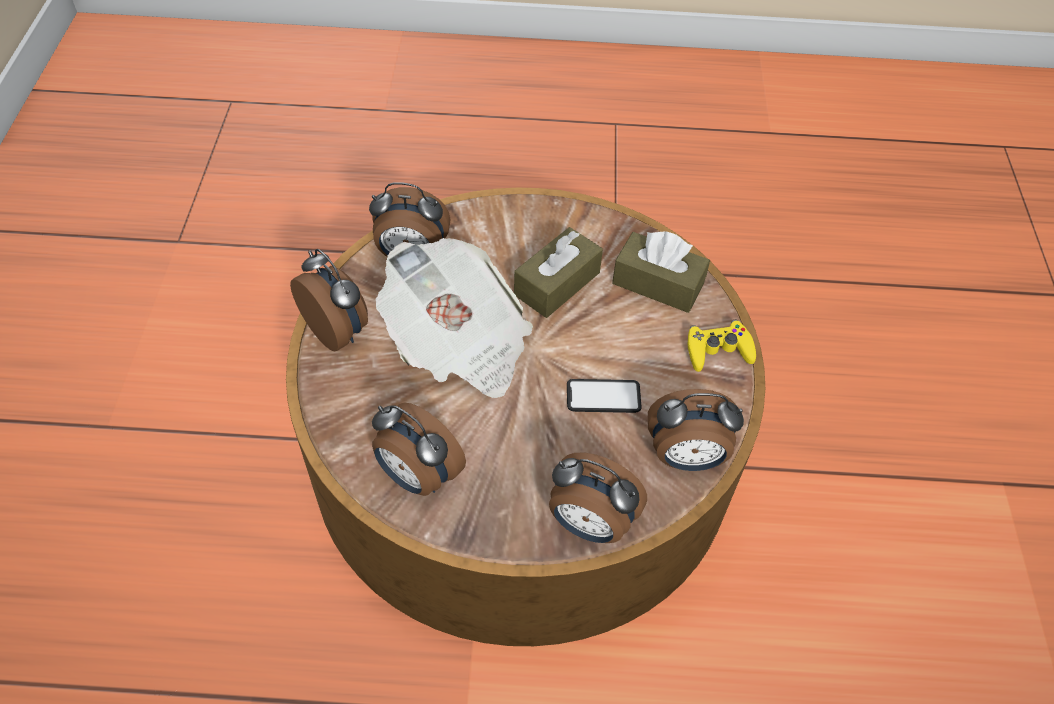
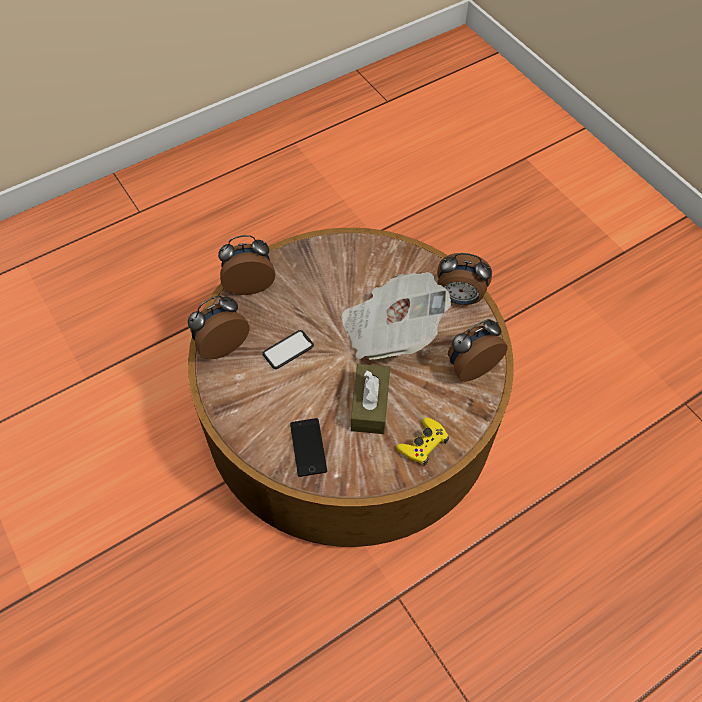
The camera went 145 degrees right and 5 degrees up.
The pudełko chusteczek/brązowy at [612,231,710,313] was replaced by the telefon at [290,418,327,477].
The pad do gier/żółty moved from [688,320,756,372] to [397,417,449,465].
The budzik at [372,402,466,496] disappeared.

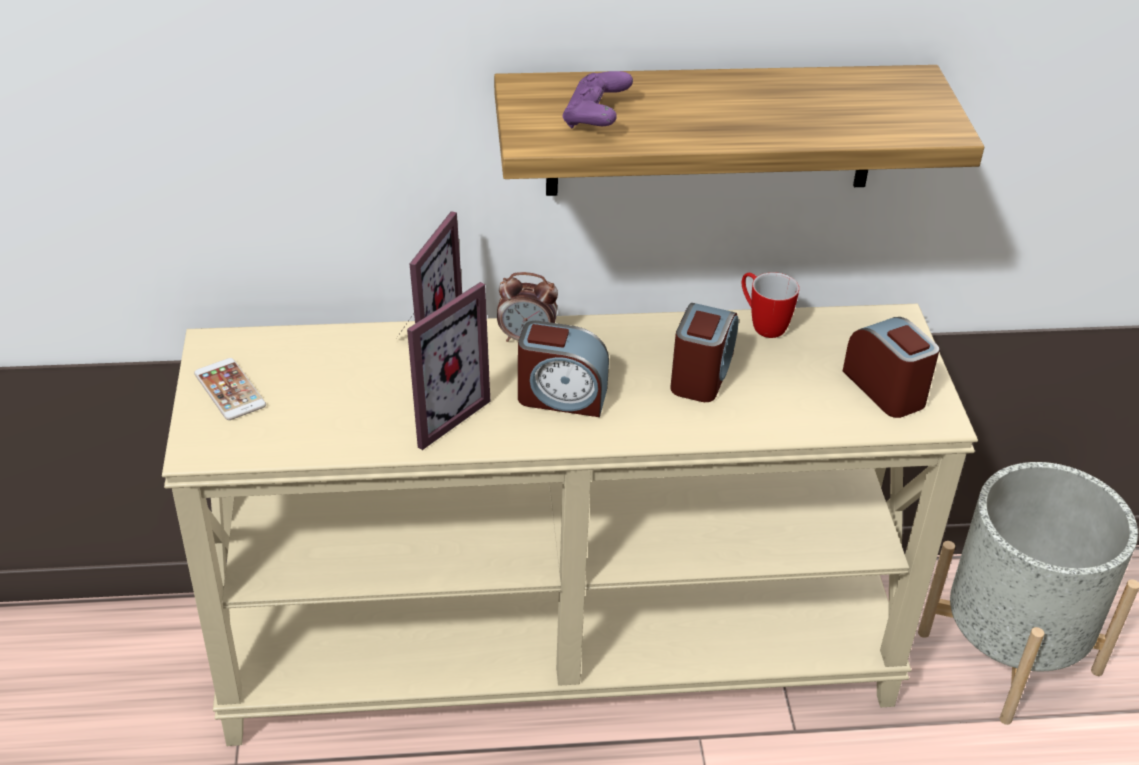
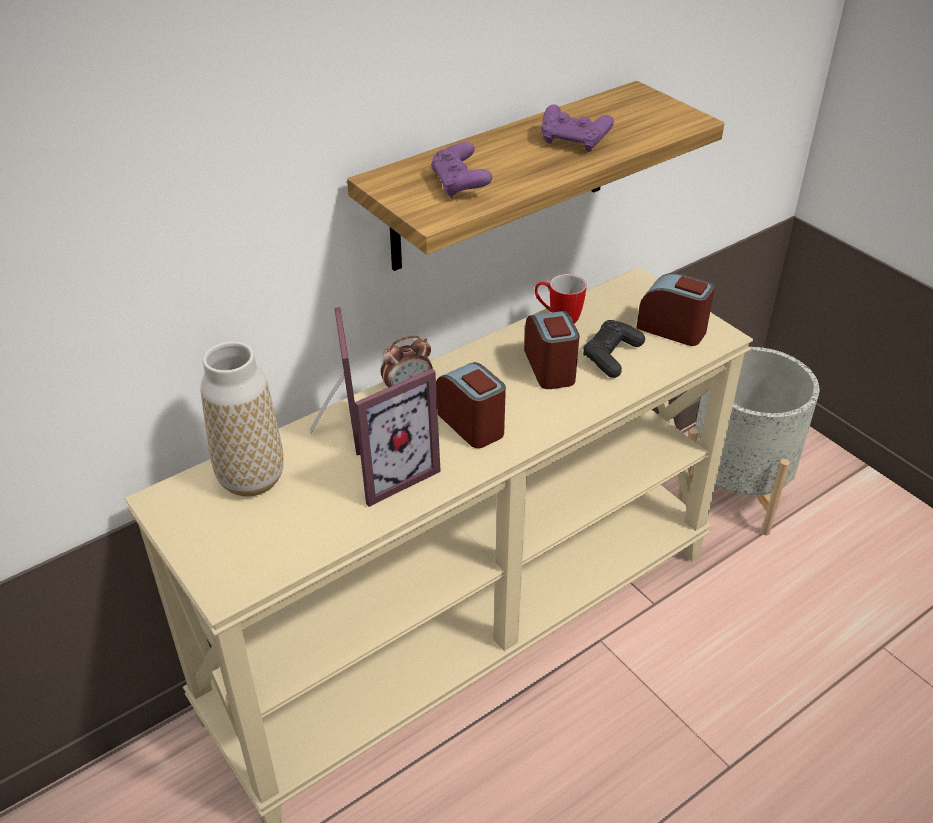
The camera went 30 degrees left and 0 degrees up.
The ramka na zdjęcie at [407,282,490,450] turned 45 degrees clockwise.
The budzik at [518,321,609,417] turned 105 degrees counterclockwise.
The telefon at [194,358,266,420] disappeared.
The pad do gier/fioletowy at [542,104,614,152] appeared.
The pad do gier/czarny at [583,320,645,378] appeared.
The wazon at [200,341,284,497] appeared.

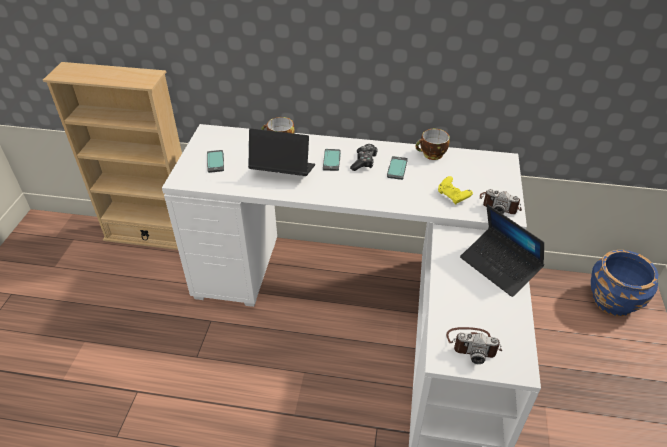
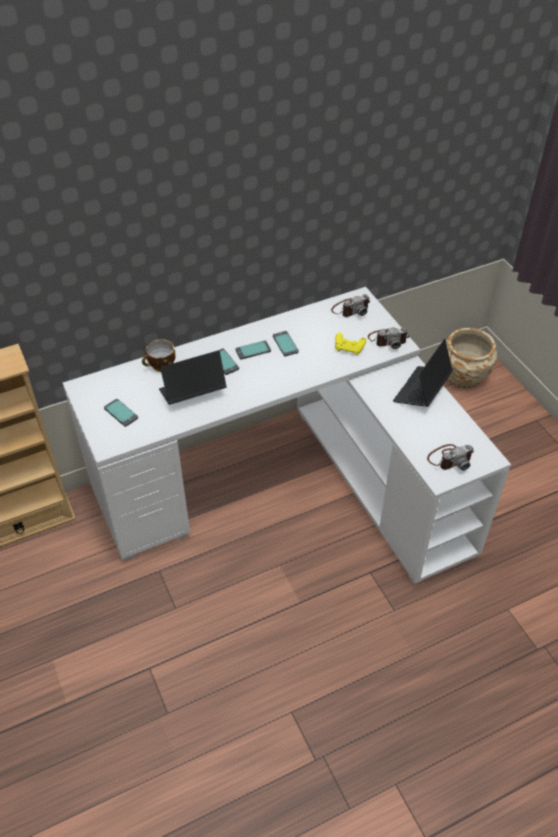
The camera went 35 degrees left and 5 degrees up.
The filiżanka at [416,129,450,160] disappeared.
The pad do gier at [350,144,378,171] was replaced by the telefon at [235,340,271,360].
The laptop at [460,204,544,297] turned 105 degrees clockwise.
The donica/niebieski at [591,250,659,316] became the donica/beżowy at [446,328,497,388].
The aparat fotograficzny at [331,294,370,317] appeared.

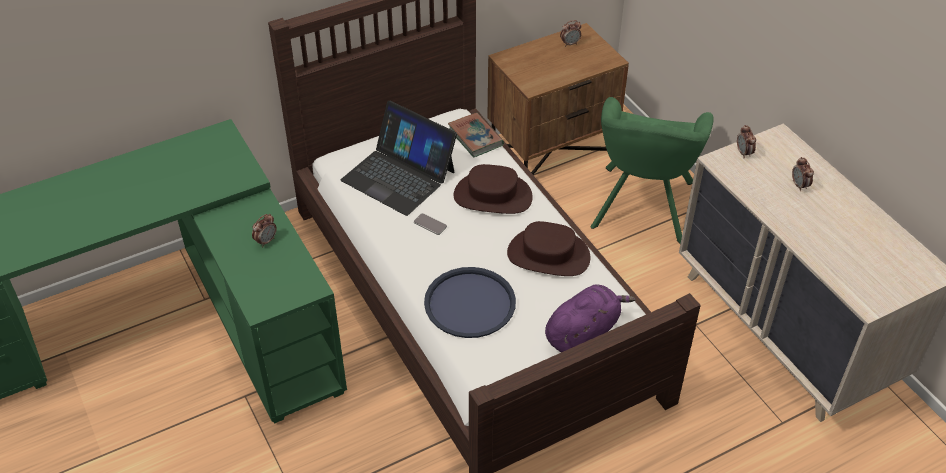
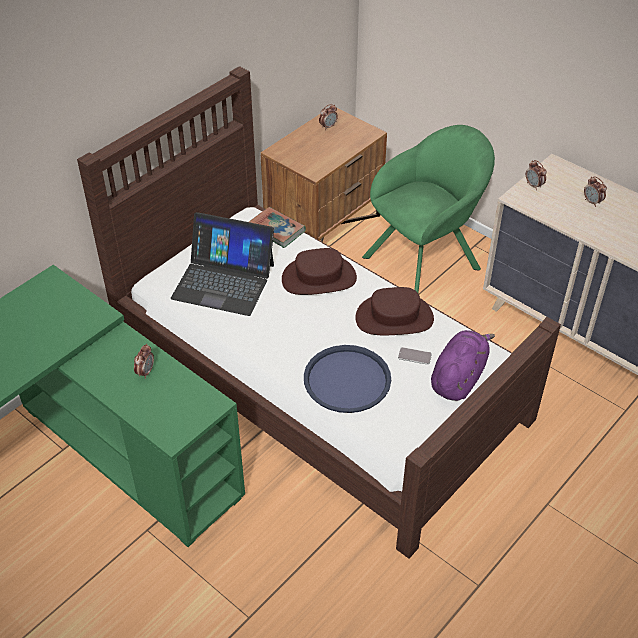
The camera went 20 degrees left and 0 degrees up.
The fotel/zielony at [591,97,714,244] turned 120 degrees counterclockwise.
The telefon moved from [414,213,447,235] to [398,347,432,365].

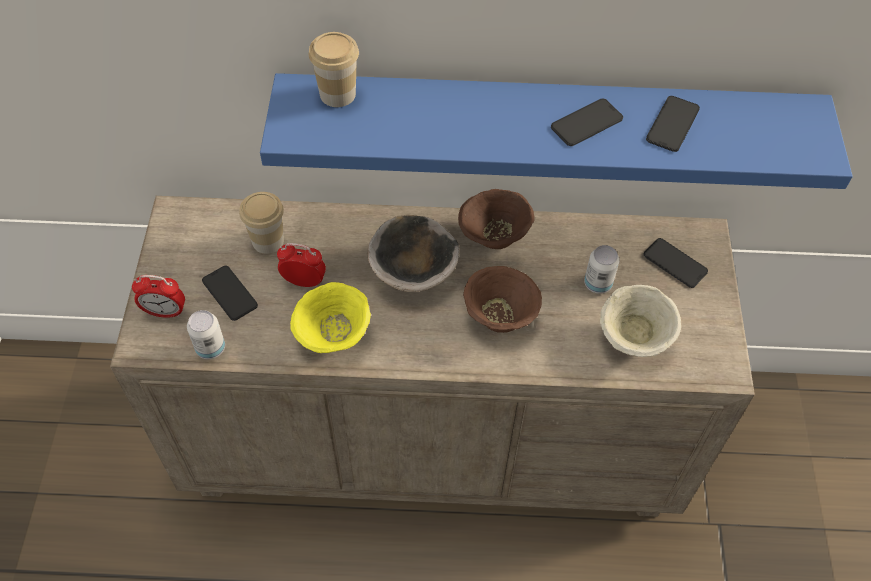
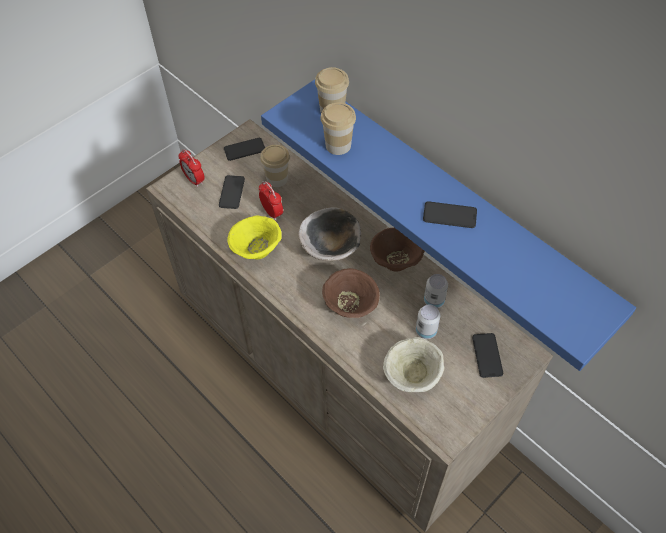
The camera went 45 degrees right and 0 degrees up.
The telefon moved from [646,96,700,152] to [224,138,265,161].
The puszka moved from [187,310,225,359] to [424,274,448,308].
The filiżanka at [320,103,356,155] appeared.

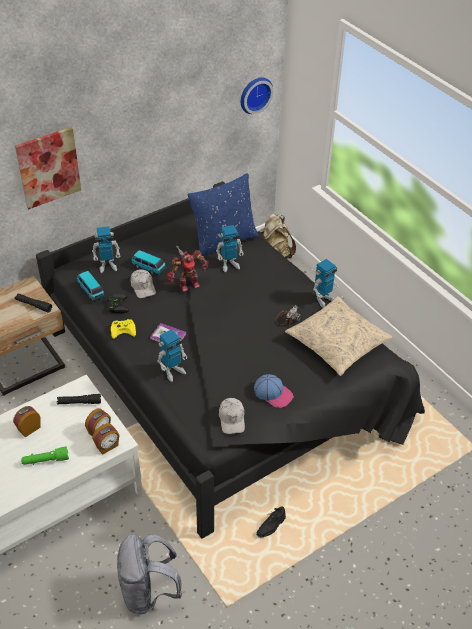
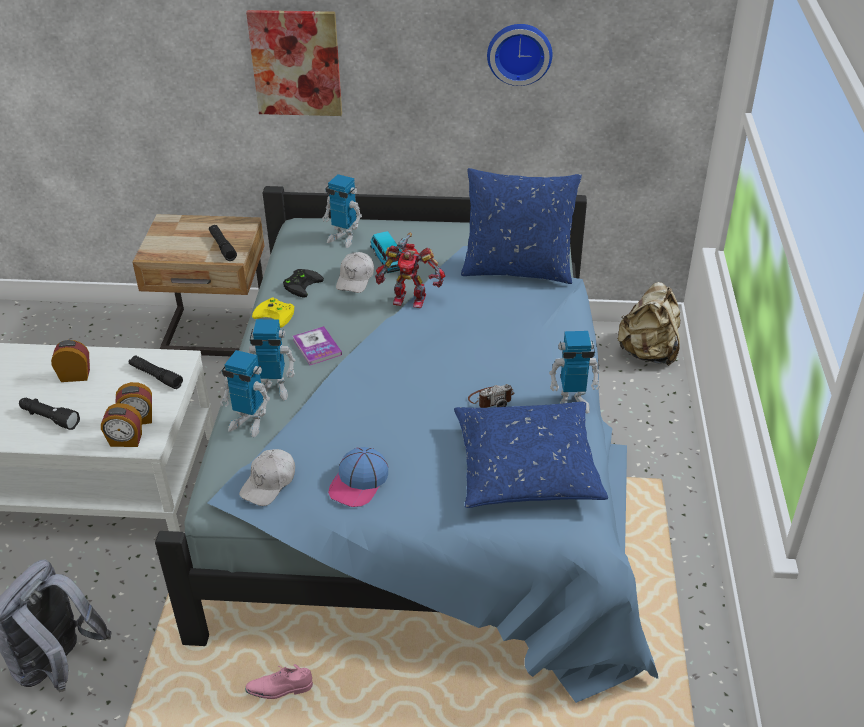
The camera went 40 degrees right and 5 degrees down.
The zegar ścienny moved from [241,77,274,114] to [487,24,552,86].
The łóżko/czarny at [36,181,425,539] became the łóżko/niebieski at [155,186,658,703].
The robot zabawkowy moved from [216,225,244,272] to [220,350,270,438].
The samochodzik at [77,271,105,301] disappeared.
The poduszka/beżowy at [285,296,392,376] became the poduszka/niebieski at [454,402,608,508].
The czapka z daszkiem at [254,374,294,408] turned 45 degrees clockwise.
The latarka/zielony at [21,446,69,465] became the latarka/czarny at [19,398,80,430].
The but/czarny at [256,506,286,538] became the but/różowy at [245,664,313,699].

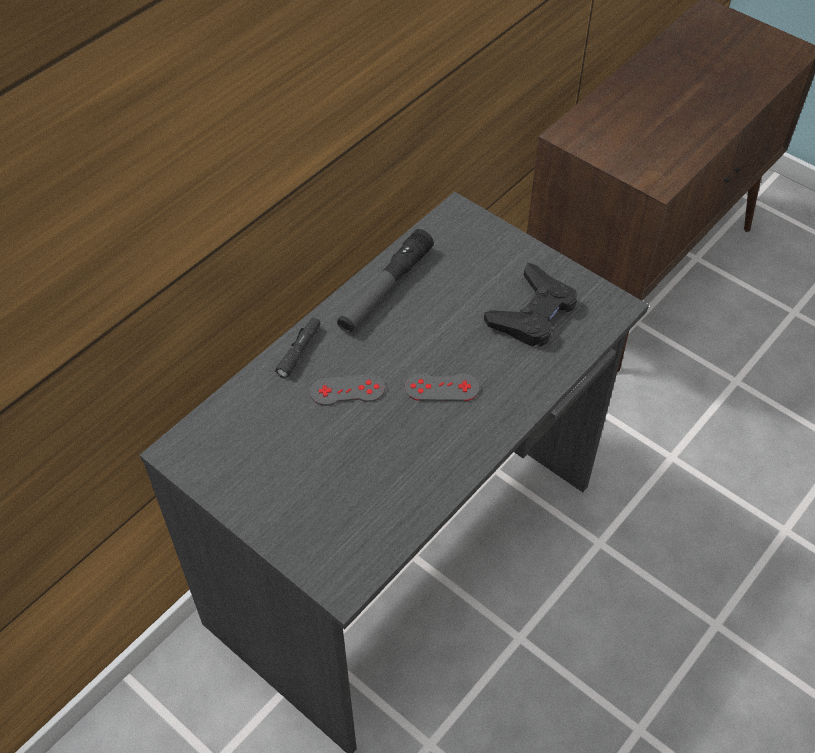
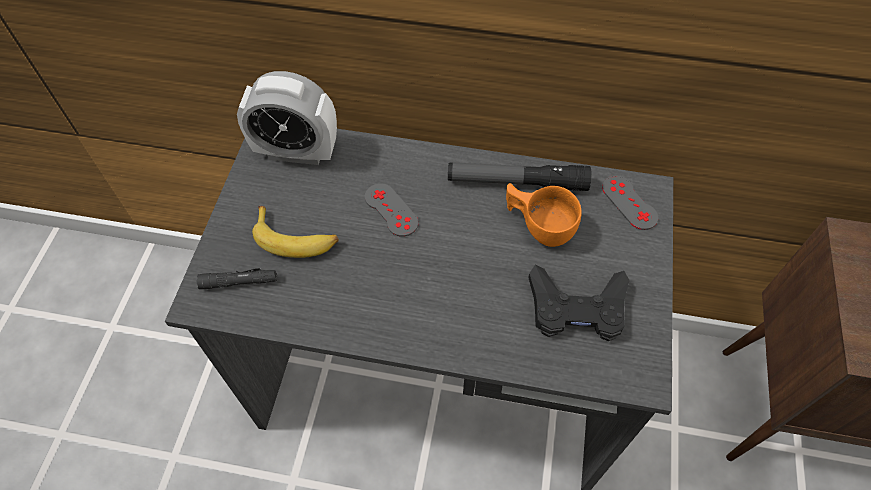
The camera went 60 degrees right and 5 degrees up.
The latarka/czarny moved from [275,317,321,378] to [196,268,277,289].
The pad do gier/szary moved from [405,373,480,401] to [602,175,658,230].
The budzik at [237,71,337,165] appeared.
The filiżanka/pomarańczowy at [506,183,582,247] appeared.
The banan at [252,206,339,258] appeared.

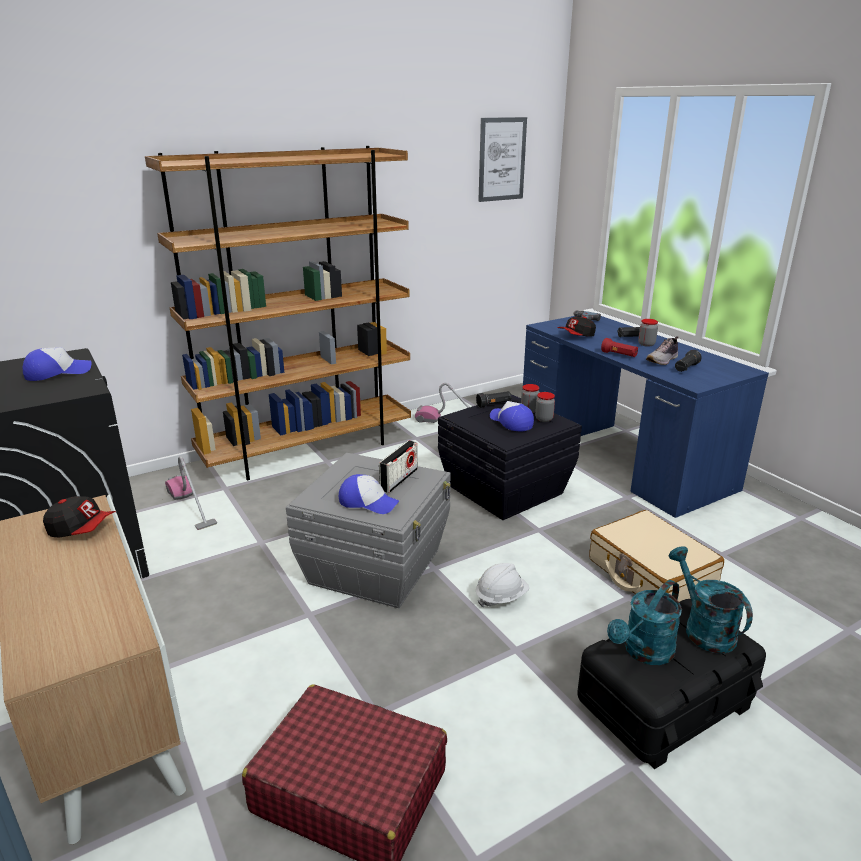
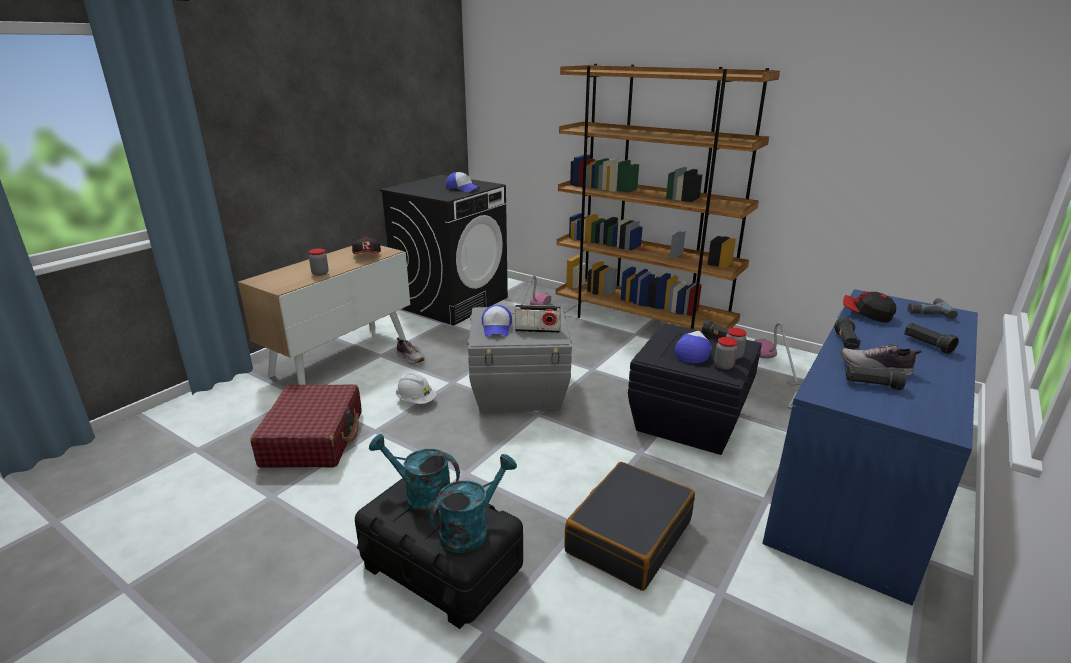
The camera went 65 degrees right and 0 degrees up.
The obraz at [478,117,527,202] disappeared.
The słoik moved from [638,319,658,347] to [309,249,328,276].
The latarka/czerwony at [601,338,638,357] became the latarka/czarny at [834,318,861,350].
The walizka/beżowy at [589,510,724,602] became the walizka/czarny at [564,462,695,591].
The kask/biały moved from [476,563,529,608] to [396,373,436,404].
The but at [396,338,425,364] appeared.

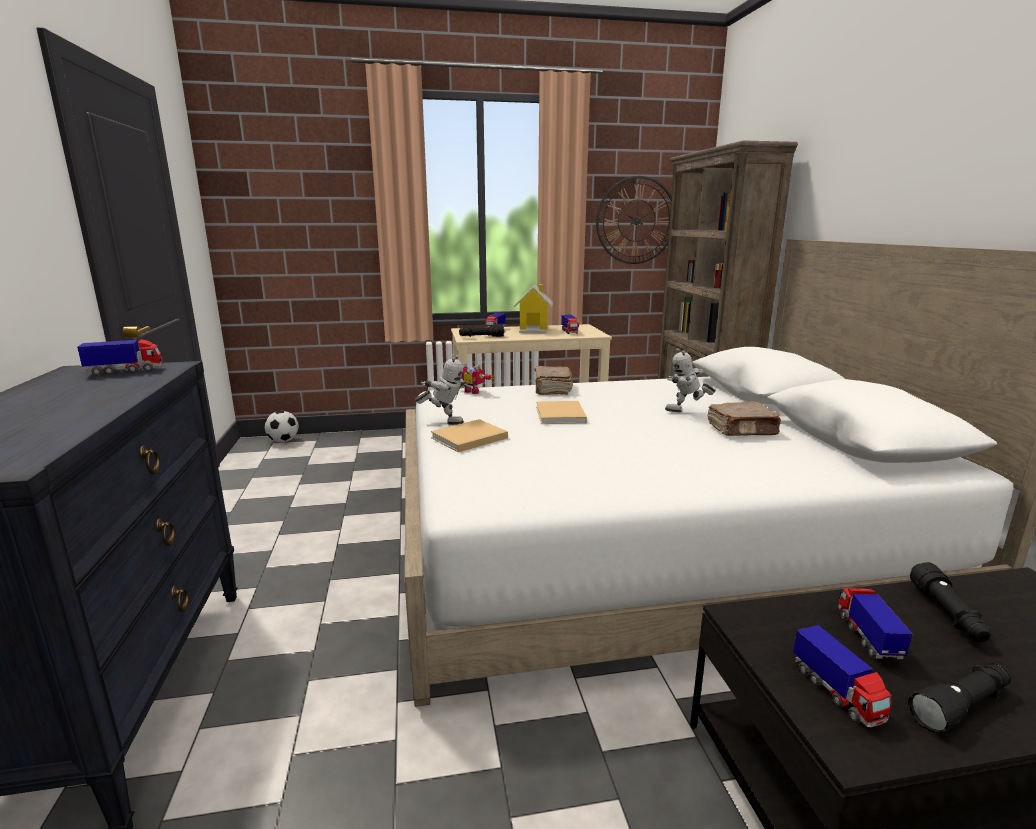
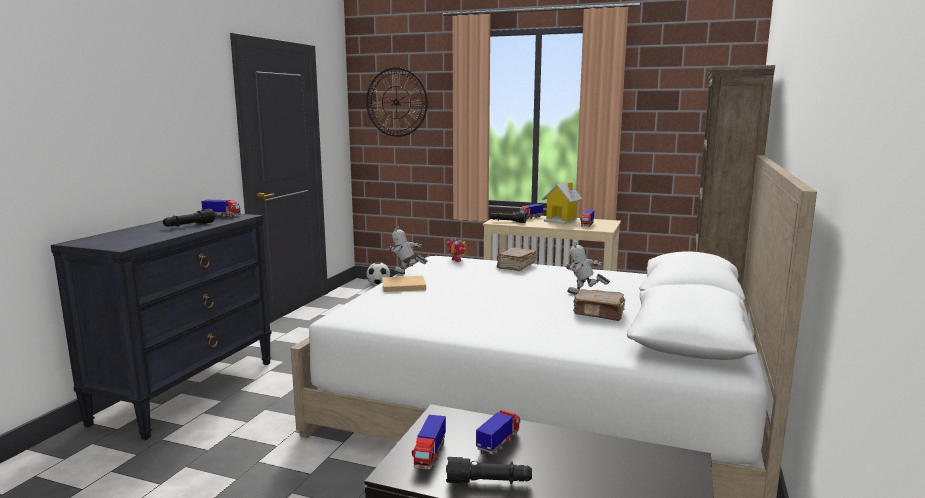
The camera went 30 degrees right and 5 degrees down.
The zegar ścienny moved from [596,176,672,264] to [366,67,428,137].
The robot zabawkowy at [415,355,470,425] turned 150 degrees clockwise.
The książka/beżowy at [536,401,587,424] disappeared.
The latarka/czarny moved from [910,562,991,642] to [163,209,215,227].

